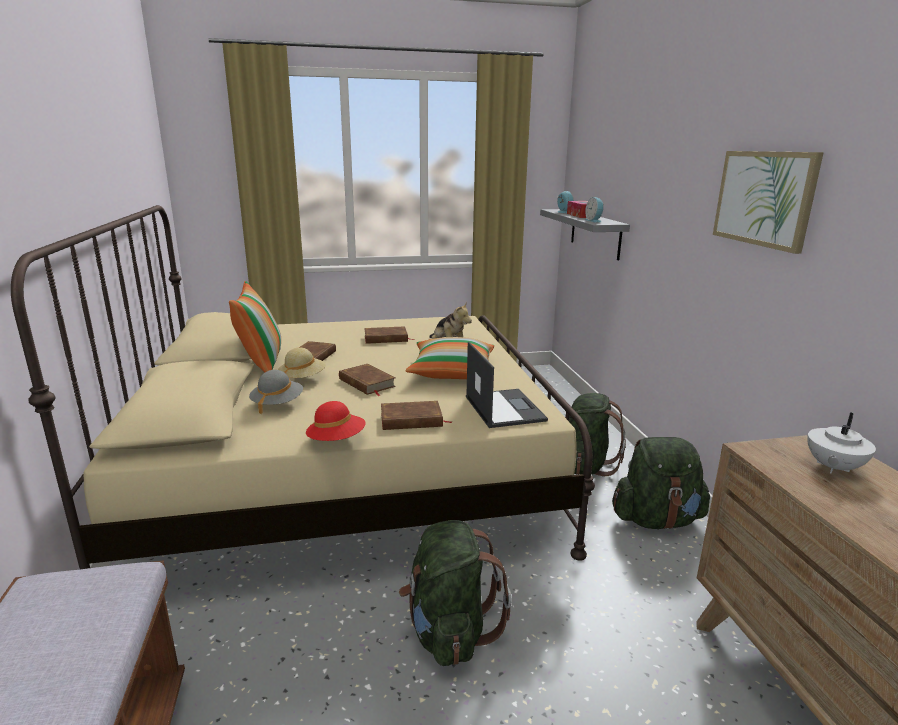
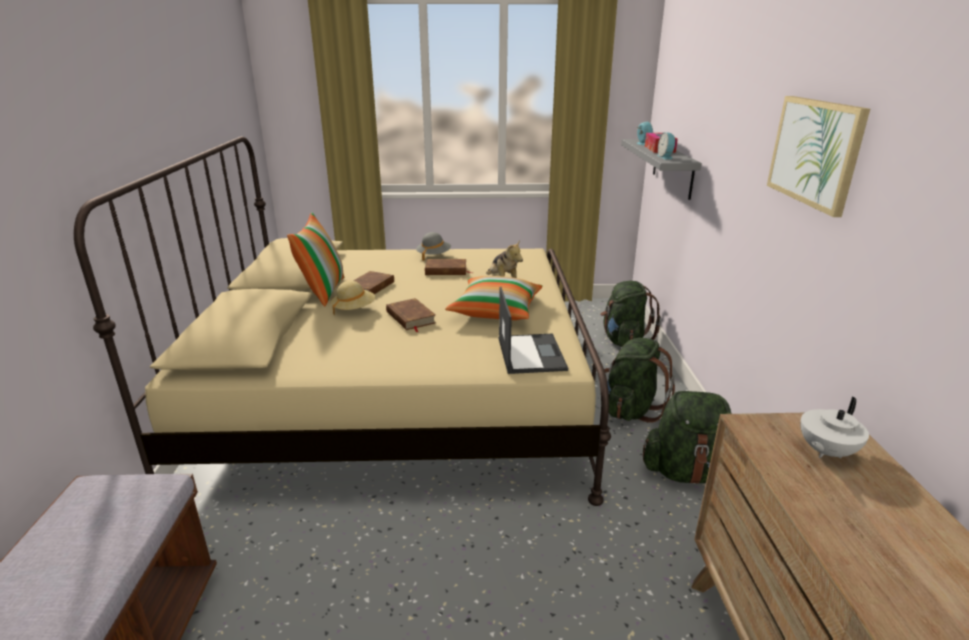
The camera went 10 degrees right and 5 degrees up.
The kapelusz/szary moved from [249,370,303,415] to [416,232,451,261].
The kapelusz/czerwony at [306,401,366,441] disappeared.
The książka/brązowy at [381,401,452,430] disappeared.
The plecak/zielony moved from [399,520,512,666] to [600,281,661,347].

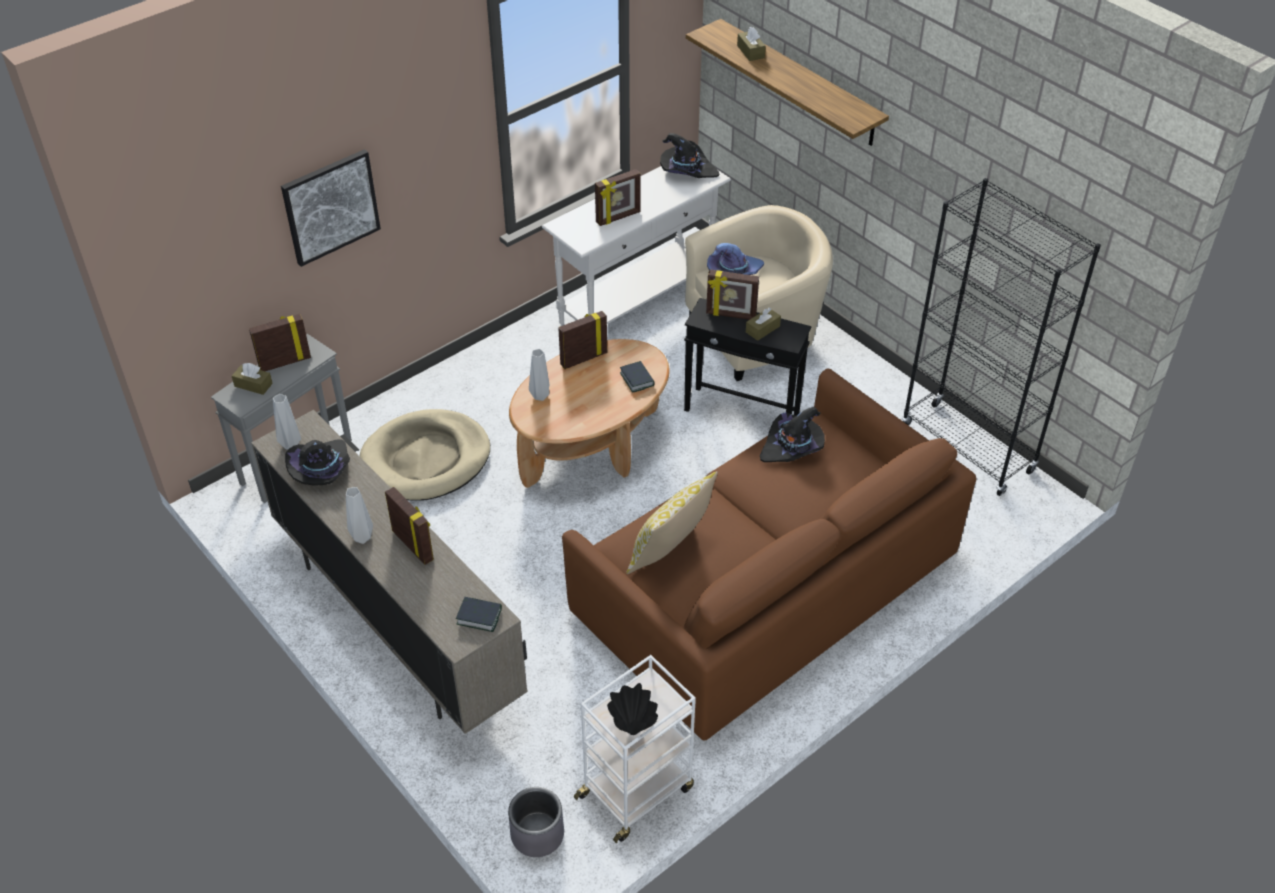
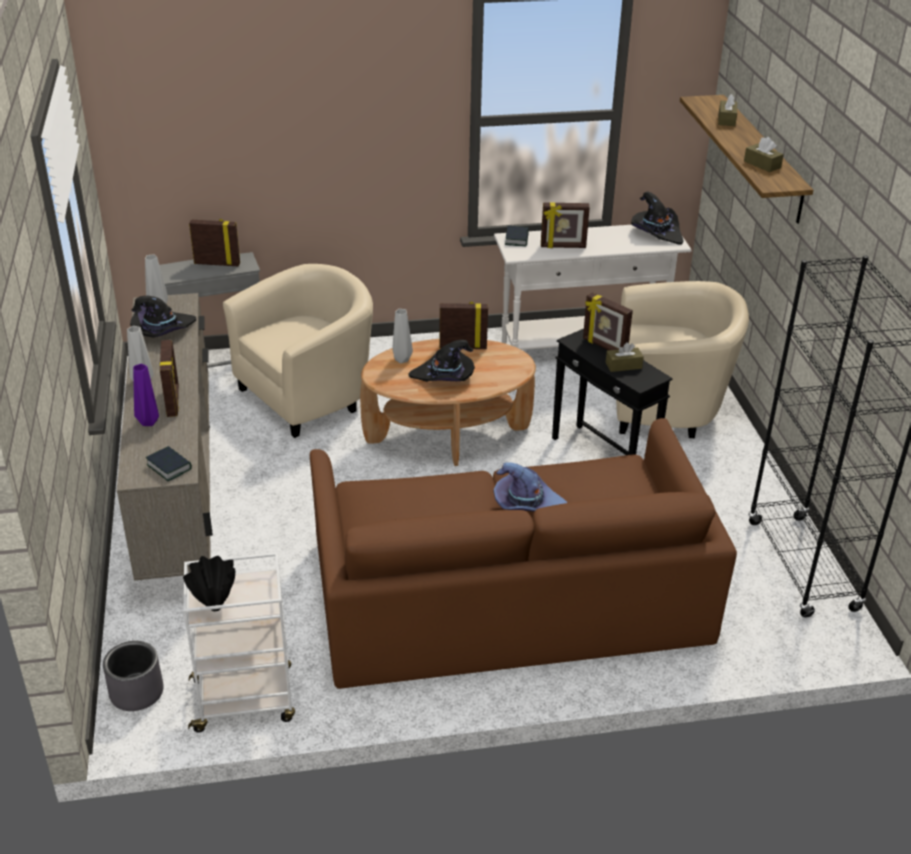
The camera went 30 degrees right and 10 degrees down.
The obraz at [281,149,381,267] disappeared.
The kapelusz/fioletowy moved from [707,243,764,275] to [493,463,567,512].
The książka moved from [620,361,655,393] to [505,226,529,246].
The pudełko chusteczek/brązowy moved from [232,363,273,395] to [744,137,784,172].
The kapelusz/czarny moved from [760,407,825,462] to [408,340,475,382].
The legowisko/beżowy at [360,409,490,501] was replaced by the fotel/beżowy at [223,264,373,438].
The poduszka at [626,471,718,574] disappeared.
The wazon/fioletowy at [133,364,159,426] appeared.

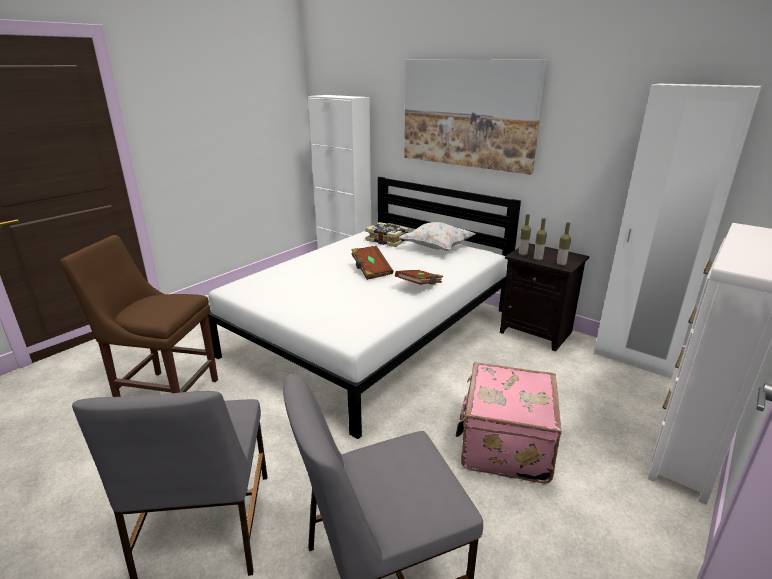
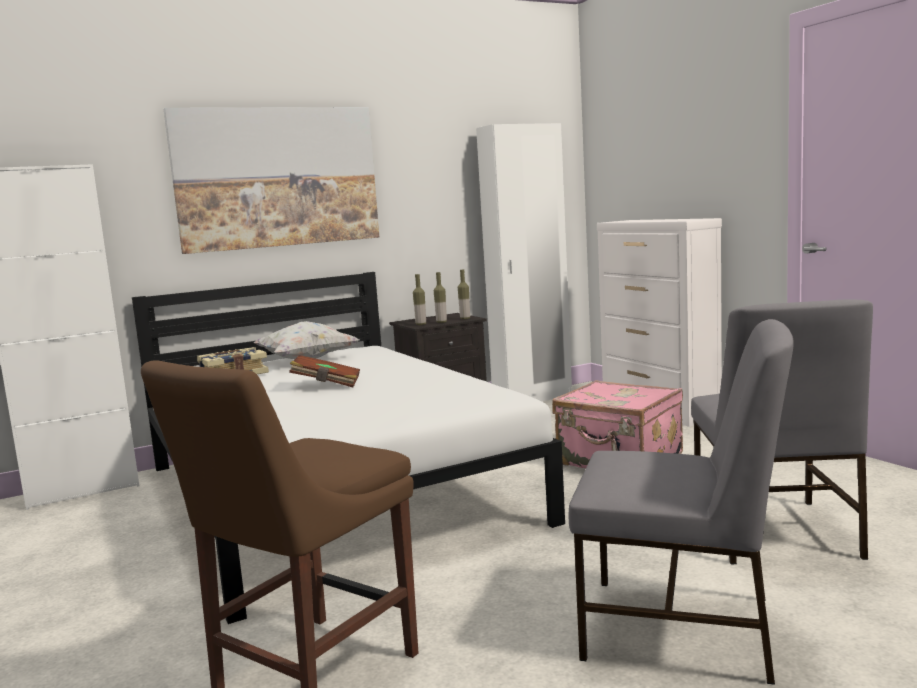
The camera went 65 degrees left and 15 degrees down.
The książka/brązowy at [395,270,444,285] disappeared.

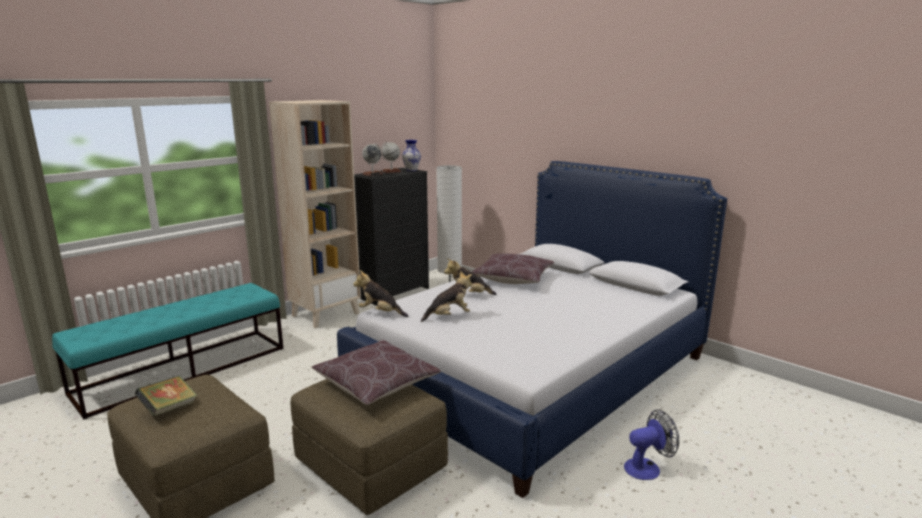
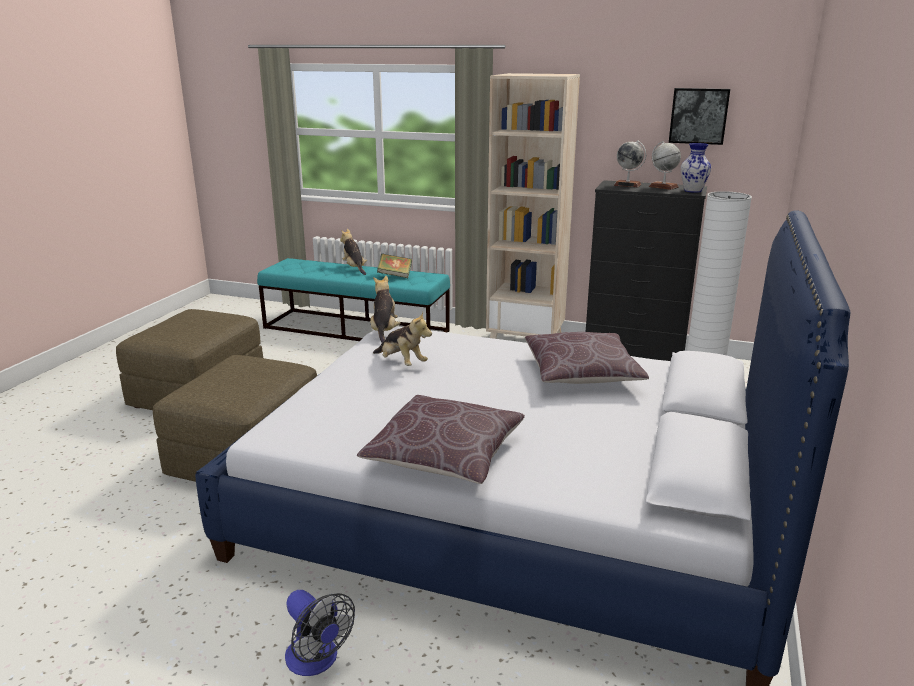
The camera went 65 degrees right and 5 degrees up.
The pluszak moved from [444,258,497,295] to [340,229,367,275].
The poduszka/brązowy moved from [312,340,441,405] to [357,395,525,484].
The książka moved from [135,376,198,416] to [377,253,412,278].
The obraz at [669,88,730,145] appeared.

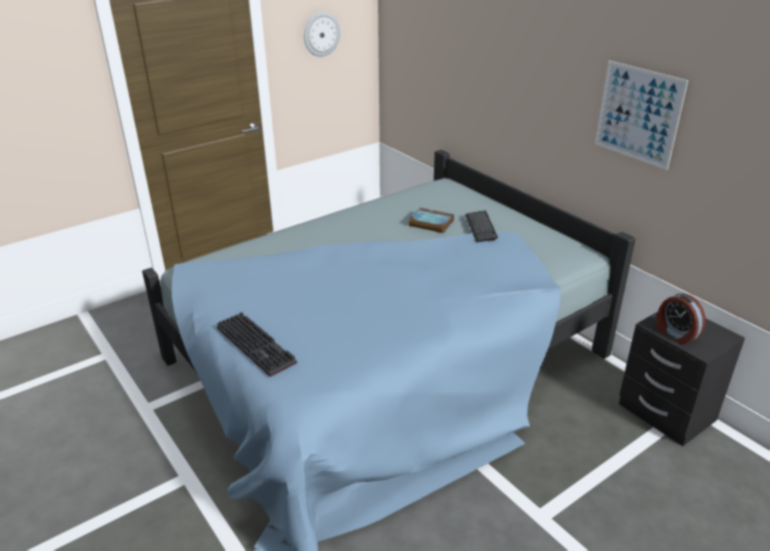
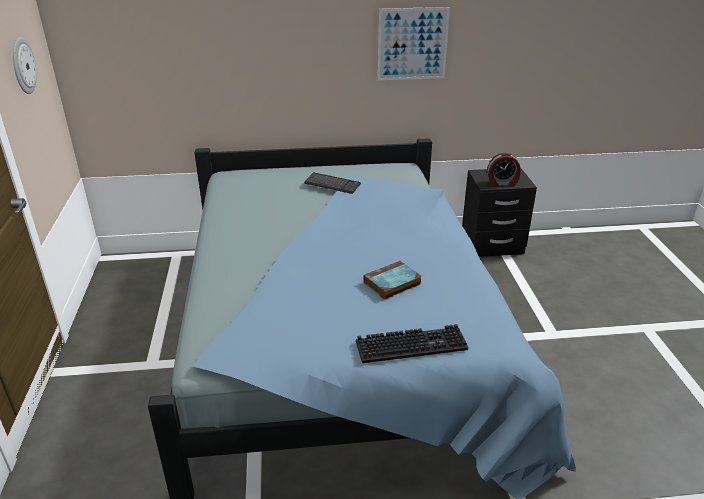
The camera went 60 degrees left and 0 degrees up.
The książka moved from [409,207,454,233] to [364,261,421,300].

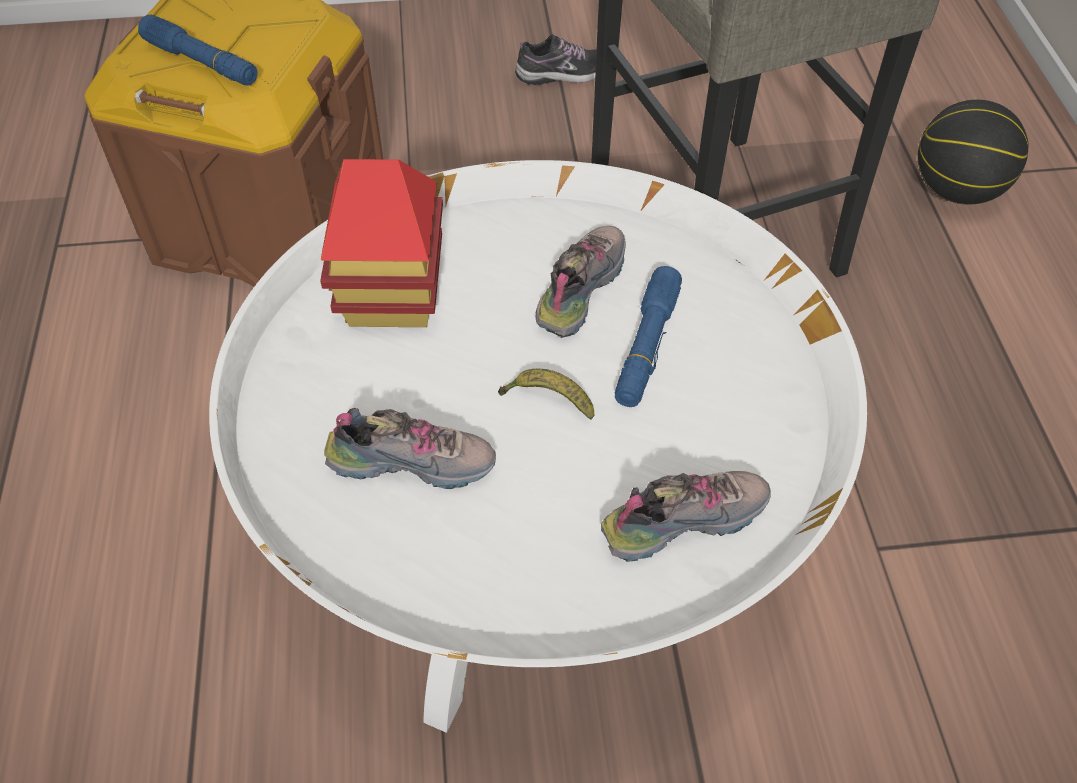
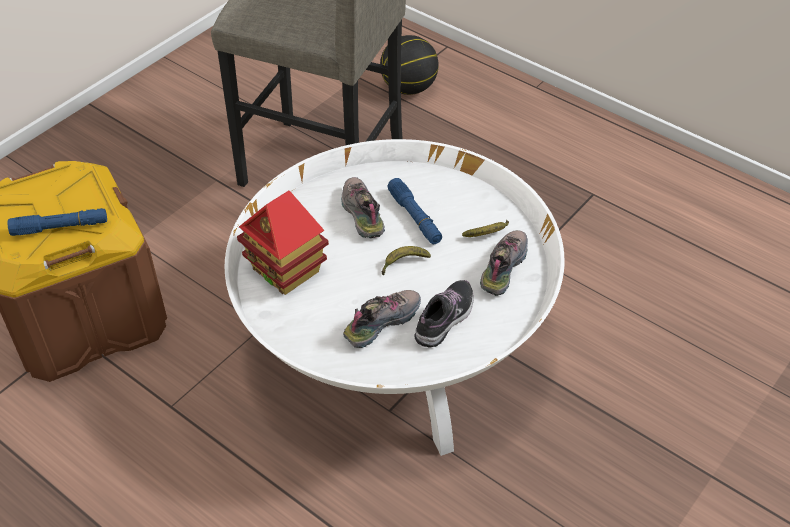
The camera went 45 degrees left and 5 degrees down.
The but moved from [515,34,597,85] to [414,280,473,348].
The banan at [462,220,509,237] appeared.

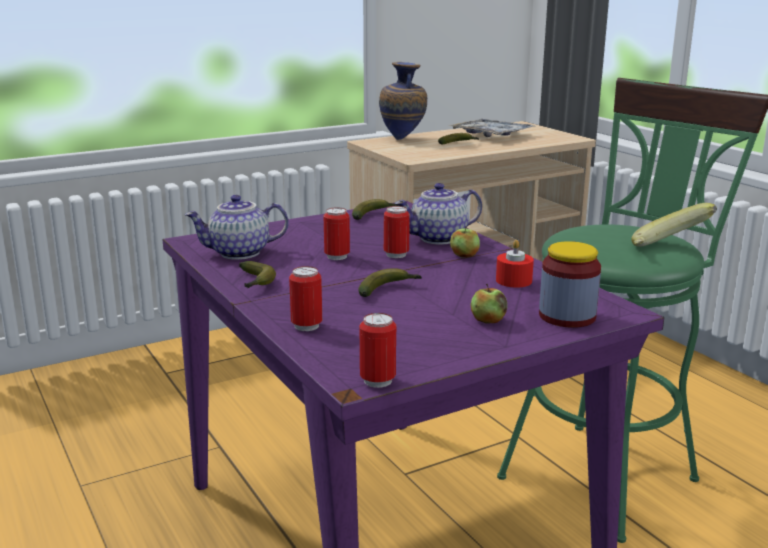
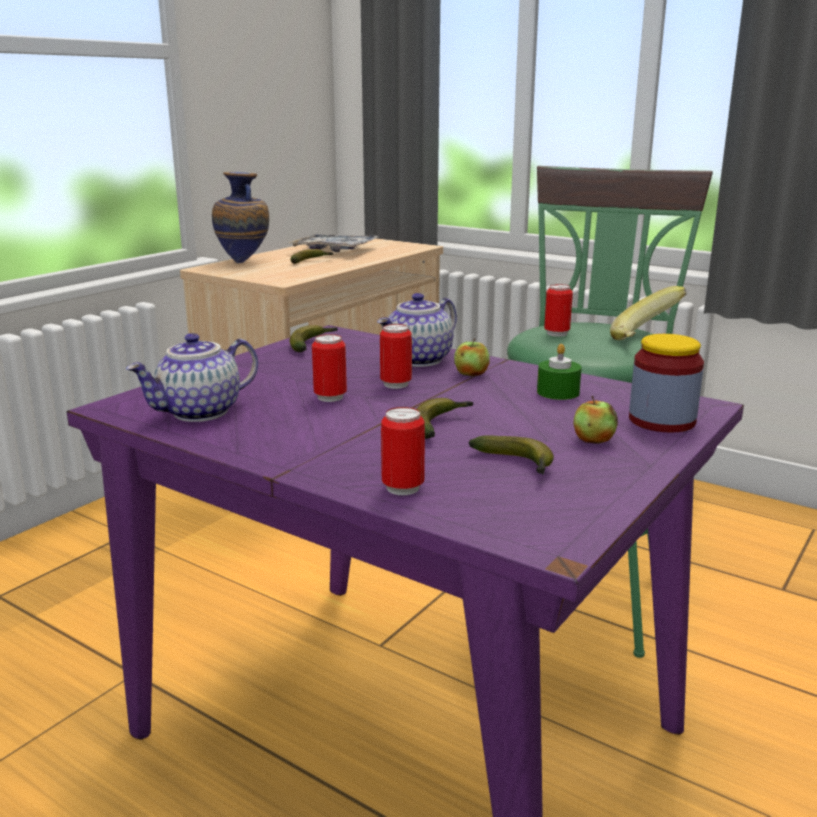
The camera went 25 degrees left and 0 degrees up.
The świeca/czerwony at [496,240,534,288] became the świeca/zielony at [537,344,582,400].
The banan moved from [239,261,276,288] to [468,435,554,475].
The puszka moved from [359,313,397,388] to [544,284,573,337].

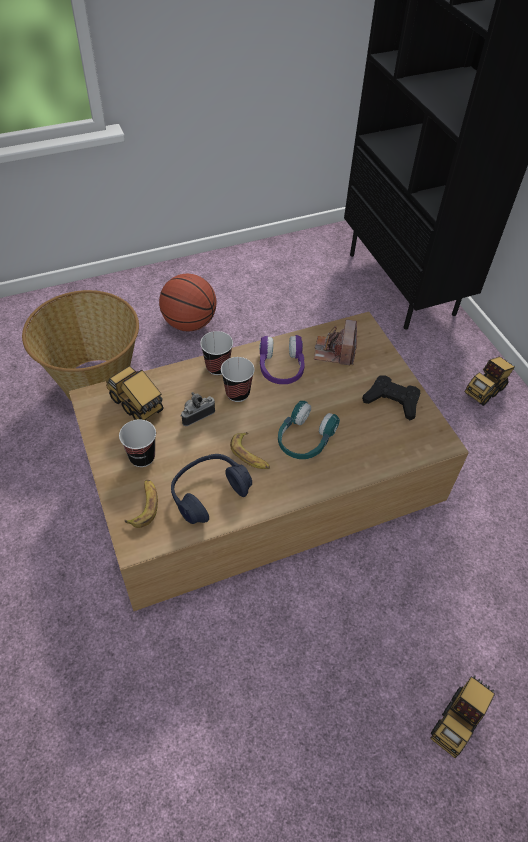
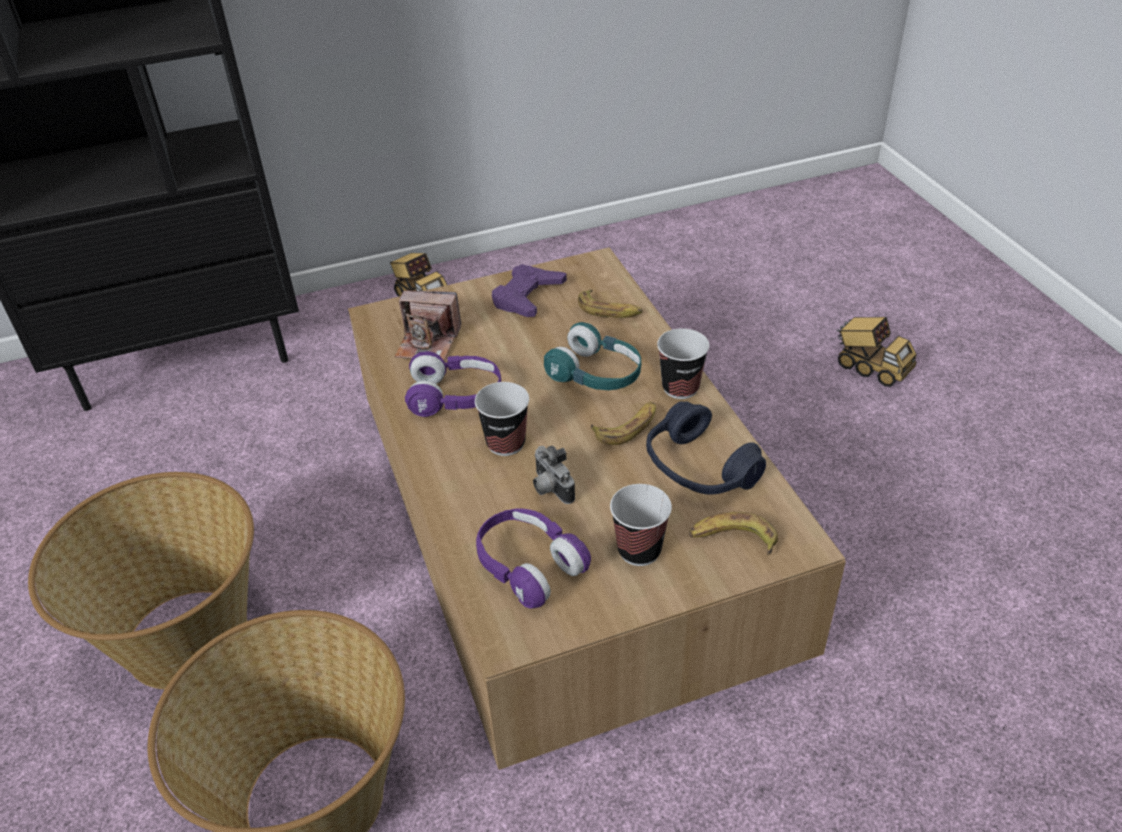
The camera went 85 degrees left and 10 degrees down.
The piłka do koszykówki at [159,273,217,331] was replaced by the koszyk at [28,472,254,690].
The filiżanka moved from [200,331,233,375] to [657,328,709,399].
The ciężarówka zabawkowa at [106,366,163,420] was replaced by the słuchawki/fioletowy at [476,509,591,609].
The pad do gier/czarny at [362,376,420,421] became the pad do gier/fioletowy at [492,264,567,317].
The banan at [578,290,643,318] appeared.

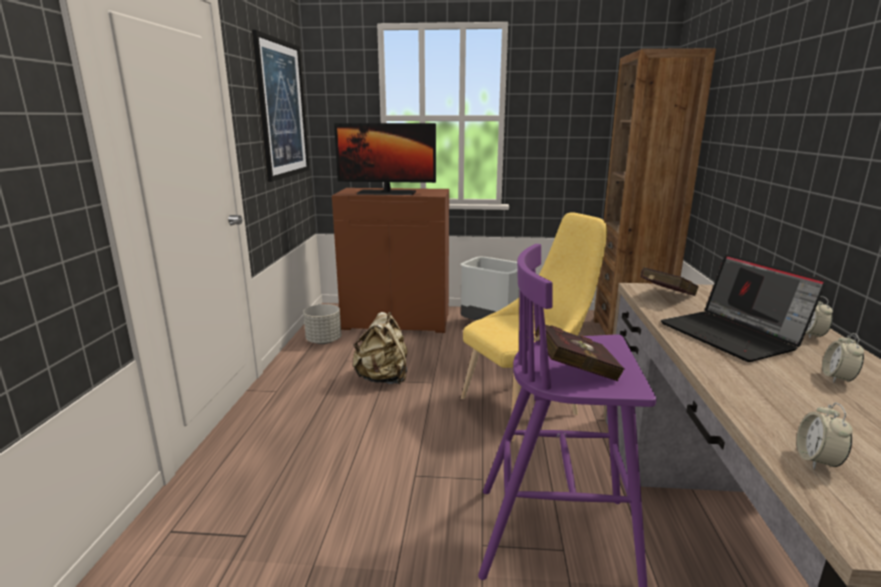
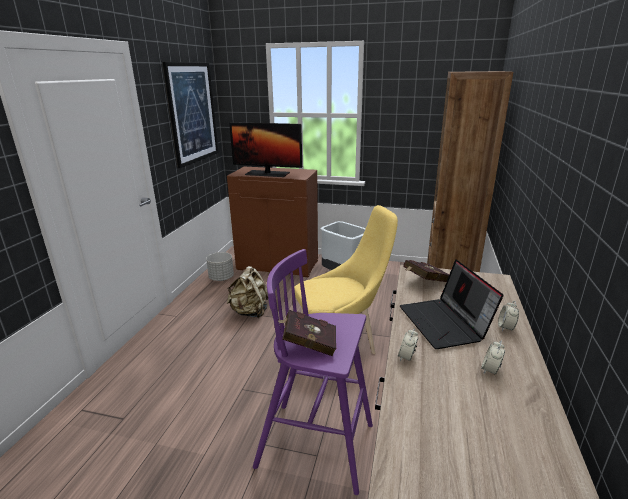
The camera went 10 degrees right and 5 degrees up.
The budzik moved from [797,402,853,469] to [398,328,419,361].

